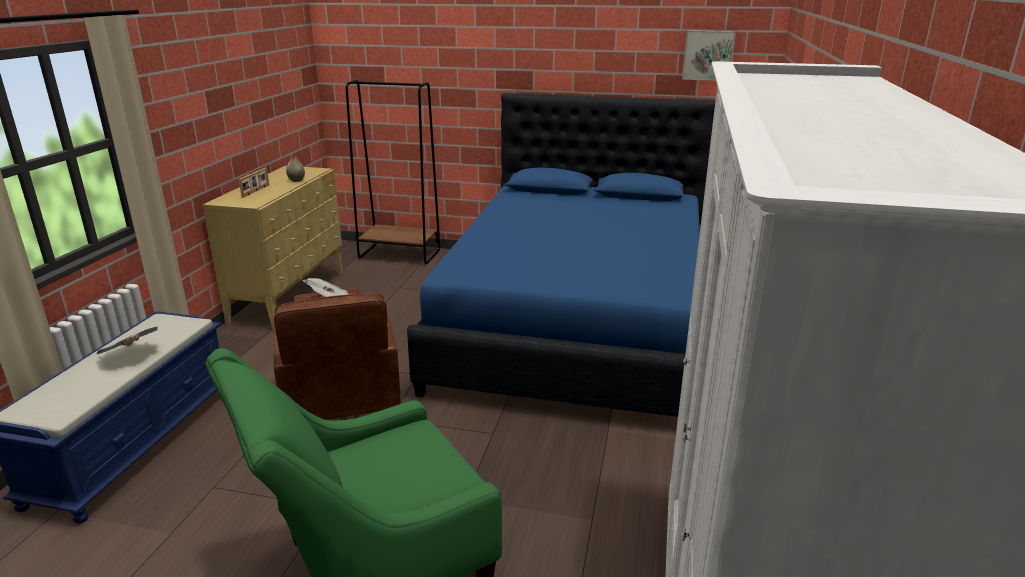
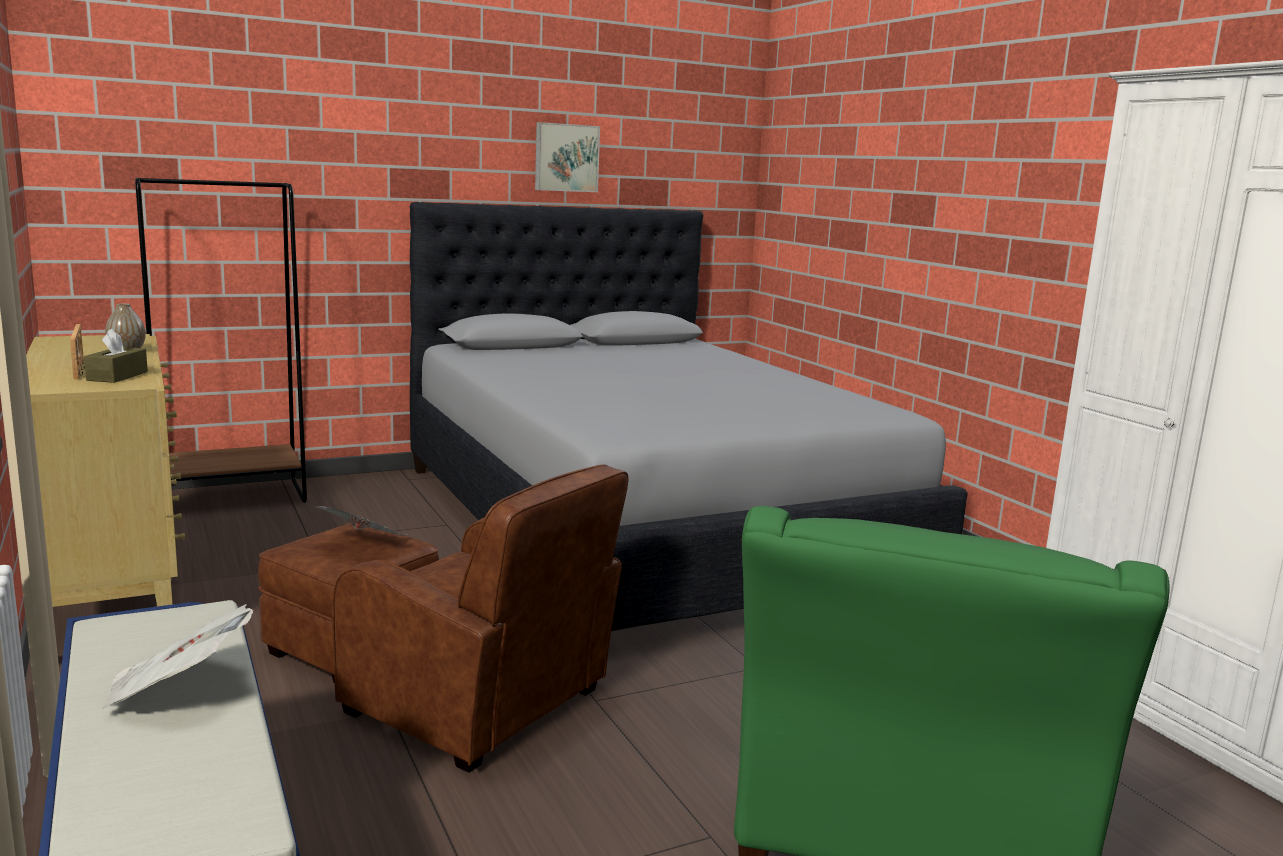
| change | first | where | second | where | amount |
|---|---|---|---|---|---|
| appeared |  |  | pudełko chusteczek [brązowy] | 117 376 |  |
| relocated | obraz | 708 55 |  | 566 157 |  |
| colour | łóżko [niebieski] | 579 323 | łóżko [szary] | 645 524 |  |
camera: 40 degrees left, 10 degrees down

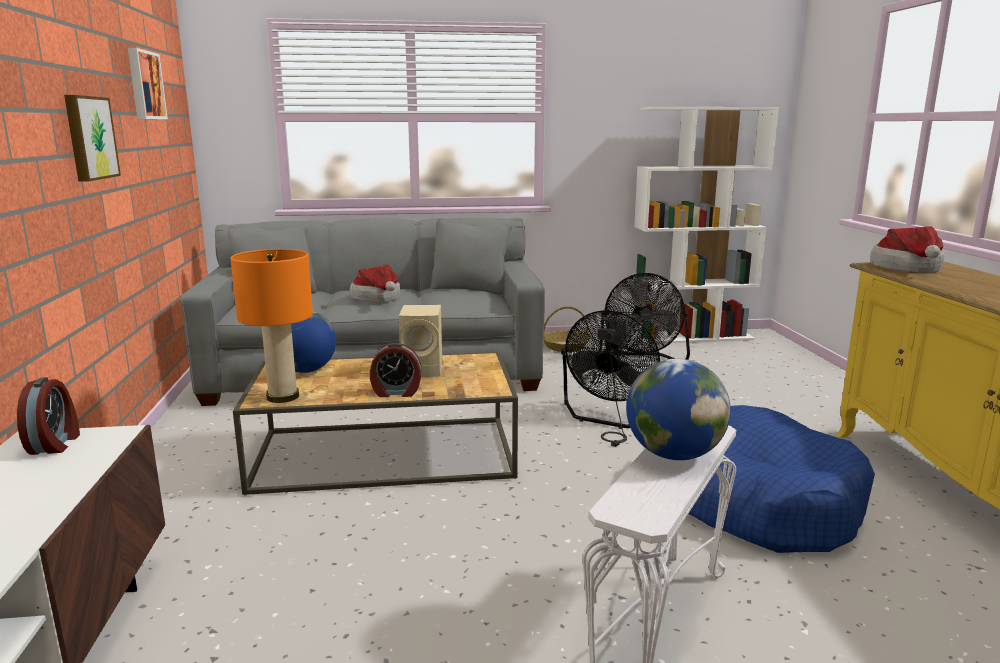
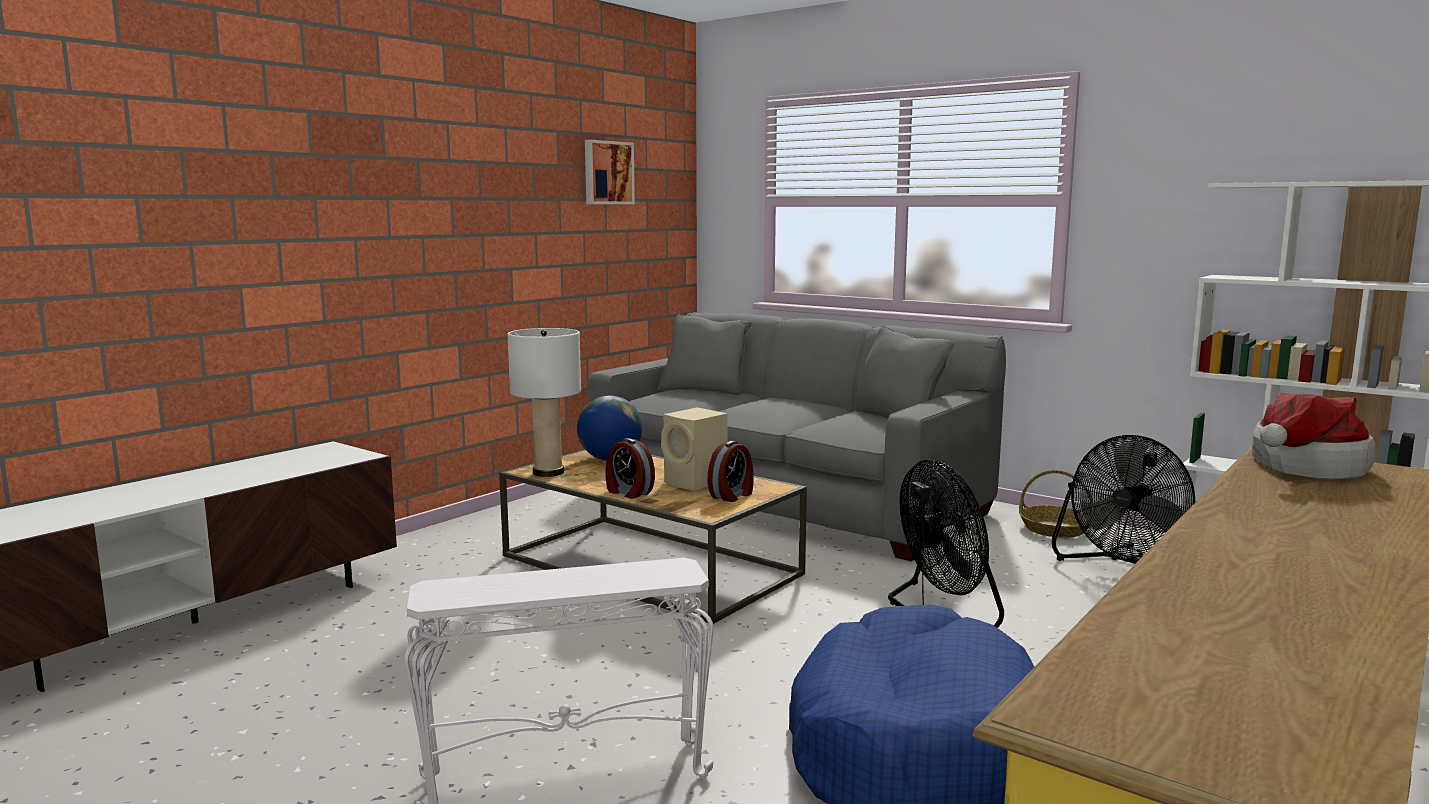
| change | first | where | second | where | amount |
|---|---|---|---|---|---|
| missing | obraz | 89 138 |  |  |  |
| missing | kapelusz | 378 298 |  |  |  |
| missing | globus | 673 455 |  |  |  |
| relocated | budzik | 55 444 |  | 732 495 |  |
| colour | lampa stołowa [pomarańczowy] | 283 397 | lampa stołowa [biały] | 548 472 |  |
camera: 45 degrees right, 5 degrees down

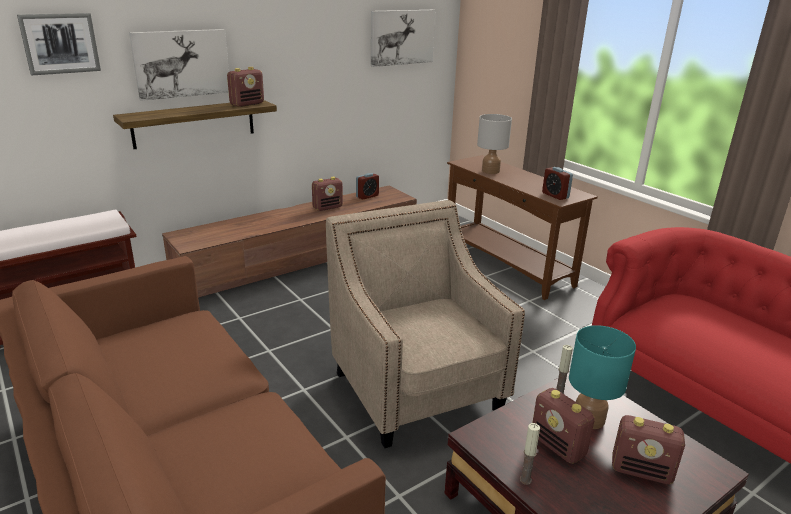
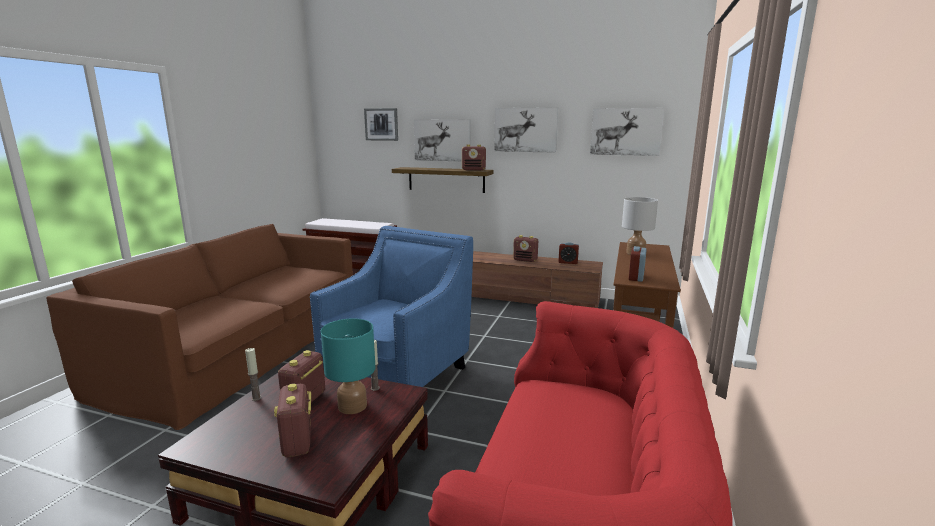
| change | first | where | second | where | amount |
|---|---|---|---|---|---|
| appeared |  |  | obraz | 525 130 |  |
| colour | fotel [beżowy] | 416 390 | fotel [niebieski] | 398 374 |  |
camera: 55 degrees right, 10 degrees down

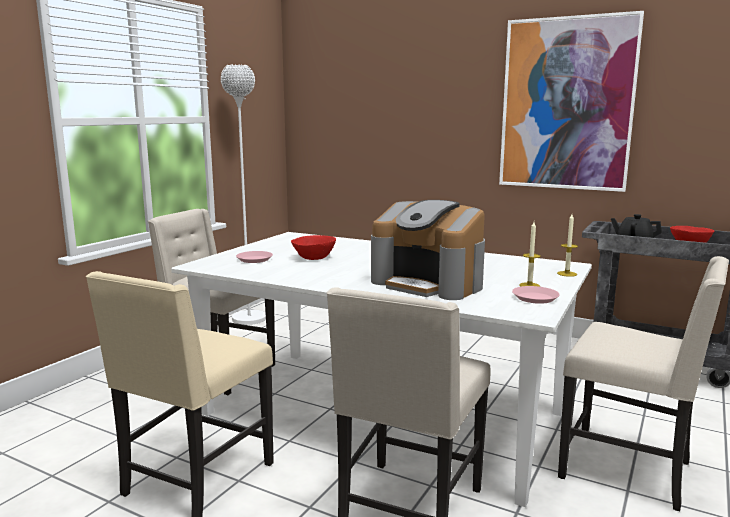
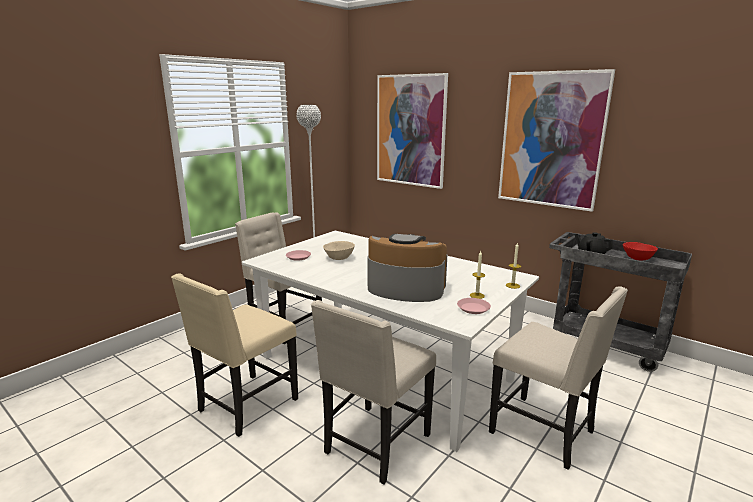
| change | first | where | second | where | amount |
|---|---|---|---|---|---|
| appeared |  |  | obraz | 410 130 |  |
| colour | miska [czerwony] | 313 258 | miska [beżowy] | 339 258 |  |
| spun | ekspres do kawy | 429 283 |  | 405 288 | 150 degrees clockwise |
camera: 10 degrees right, 5 degrees up

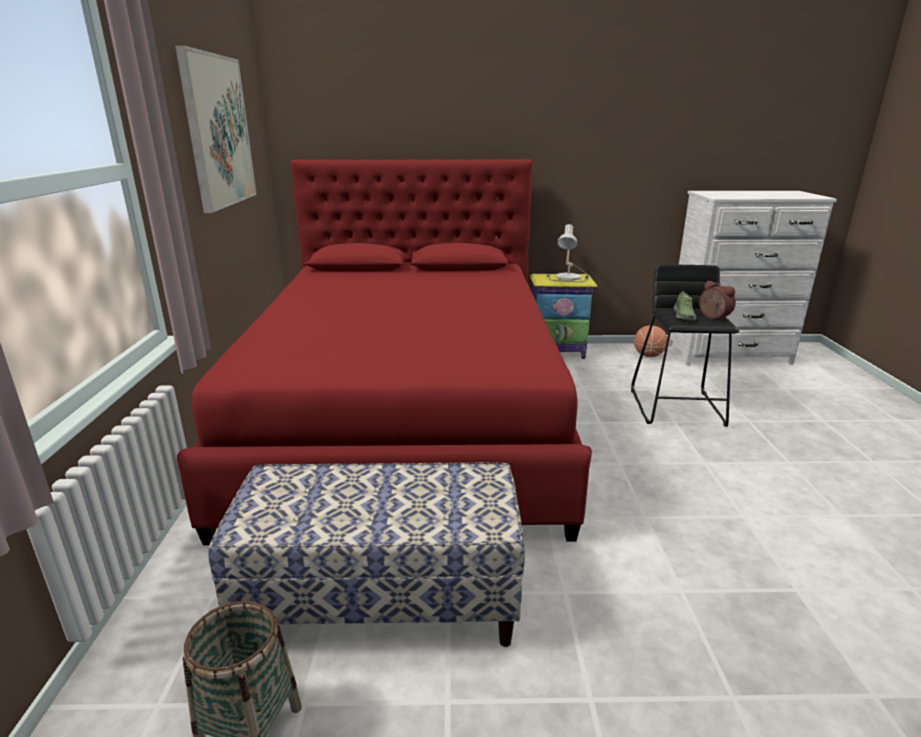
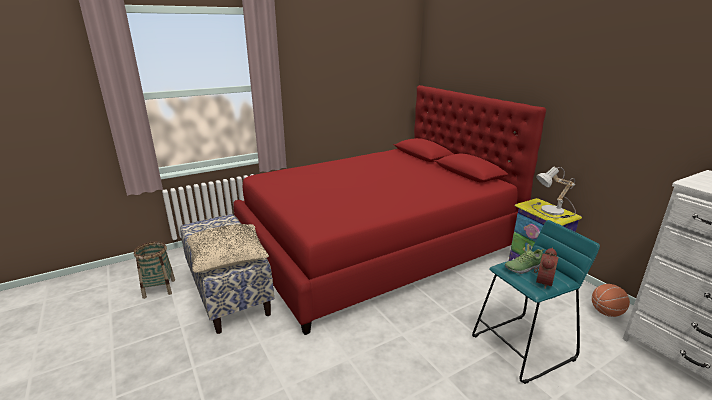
| change | first | where | second | where | amount |
|---|---|---|---|---|---|
| missing | obraz | 218 131 |  |  |  |
| appeared |  |  | poduszka [beżowy] | 227 256 |  |
| colour | stołek [czarny] | 677 407 | stołek [turkusowy] | 523 347 |  |
camera: 60 degrees right, 0 degrees up

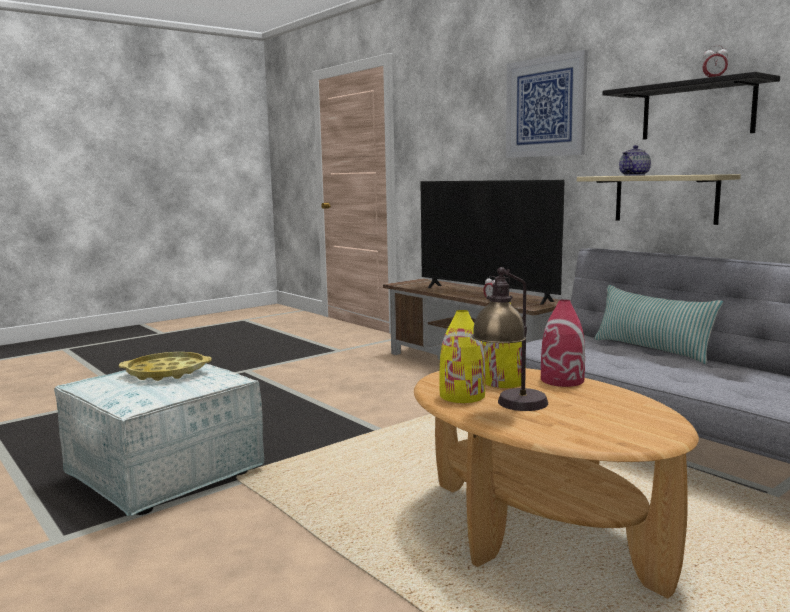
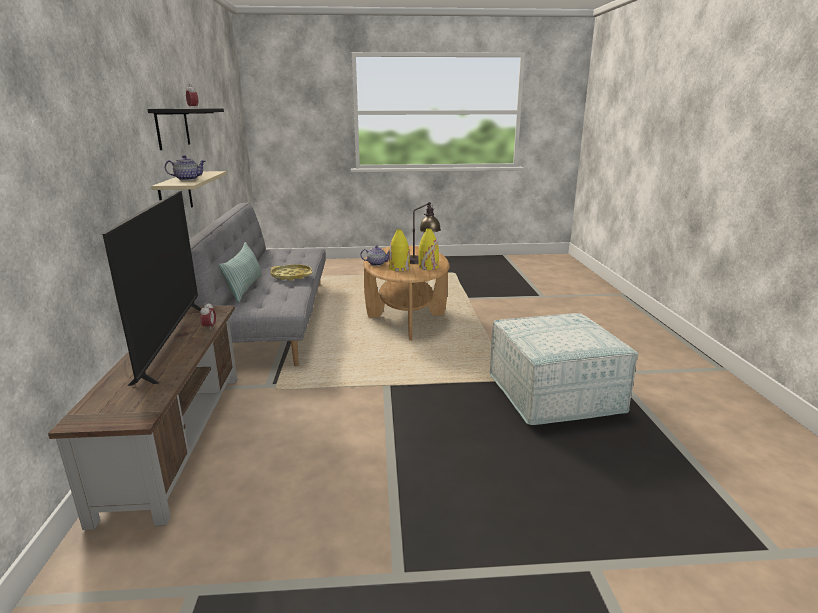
| change | first | where | second | where | amount |
|---|---|---|---|---|---|
| missing | obraz | 545 107 |  |  |  |
| relocated | taca [żółty] | 166 372 |  | 291 276 |  |
| exchanged | wazon [czerwony] | 562 380 | imbryk | 377 264 |  |
camera: 145 degrees left, 10 degrees up

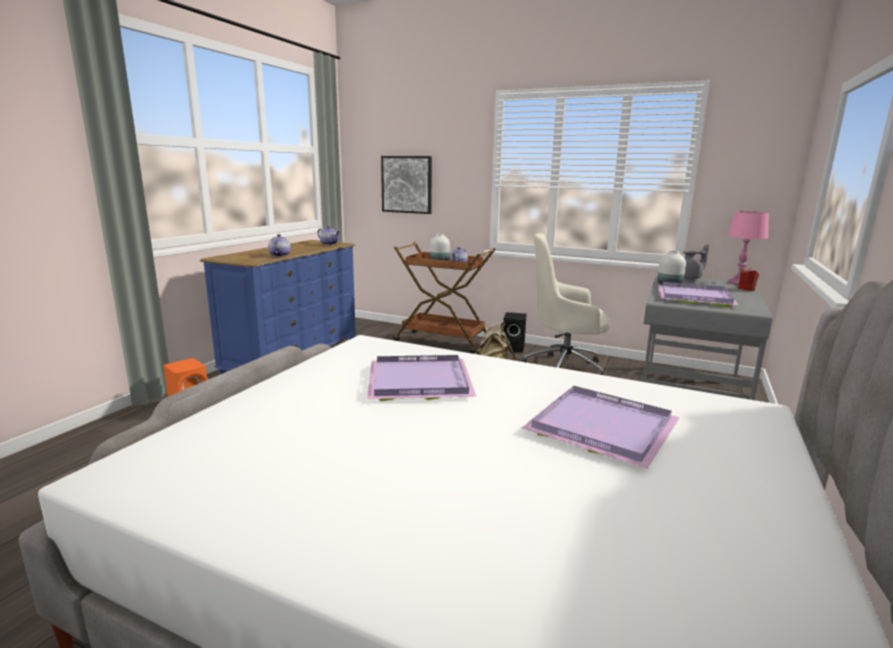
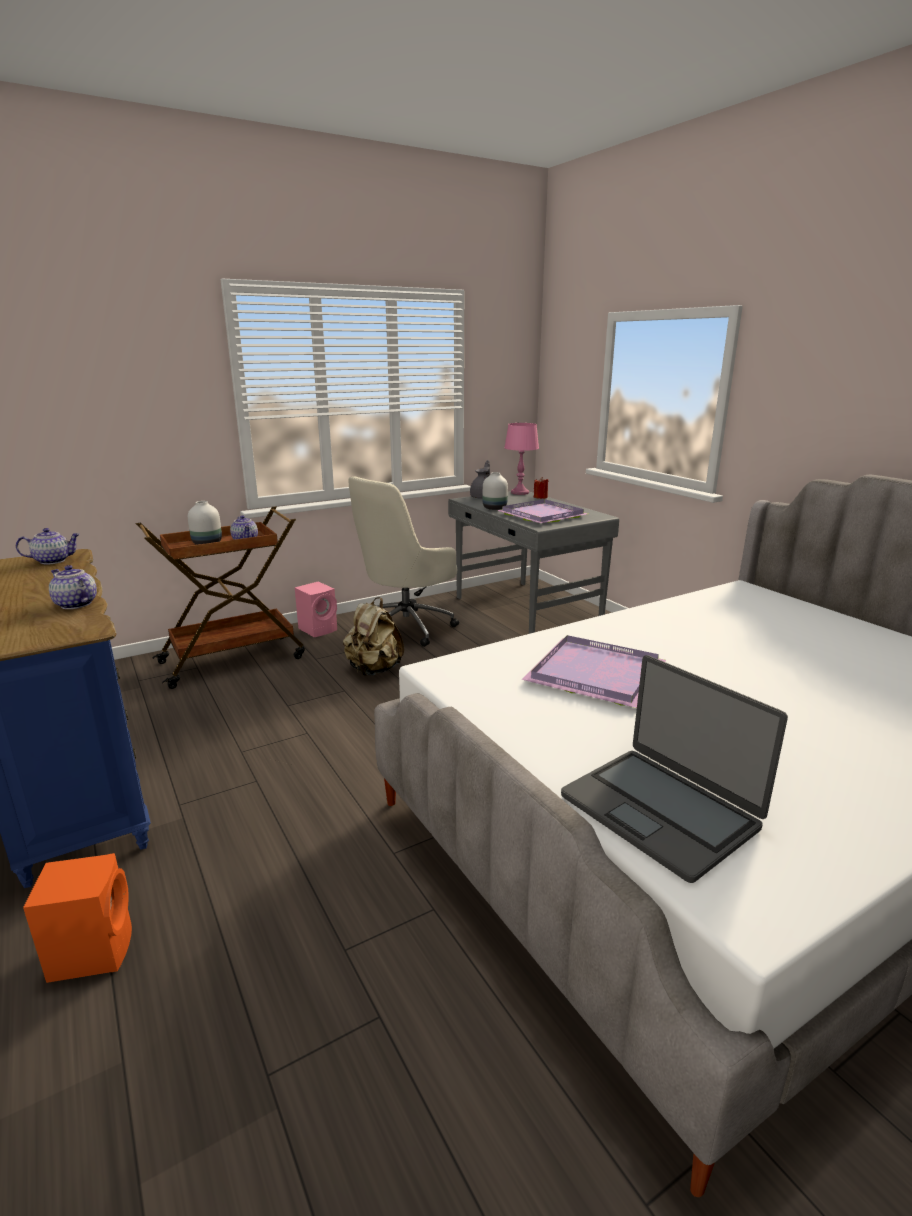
| change | first | where | second | where | amount |
|---|---|---|---|---|---|
| missing | obraz | 407 184 |  |  |  |
| missing | taca [fioletowy] | 598 428 |  |  |  |
| appeared |  |  | laptop | 660 811 |  |
| colour | głośnik [czarny] | 514 348 | głośnik [różowy] | 319 629 |  |
camera: 55 degrees left, 5 degrees up

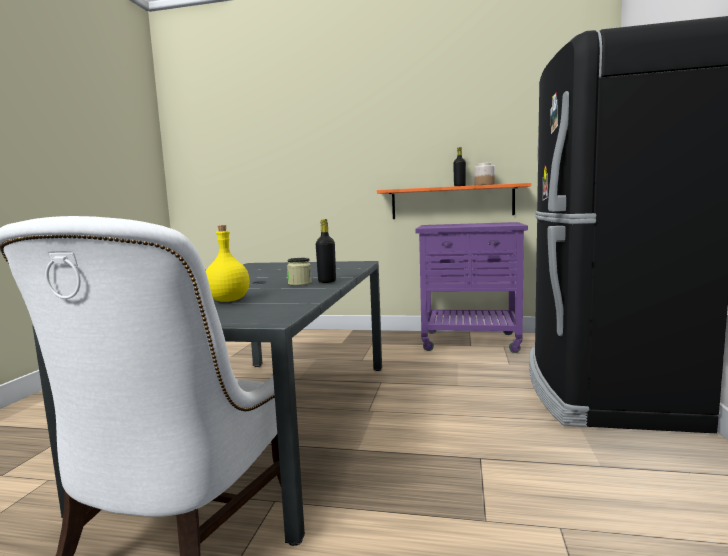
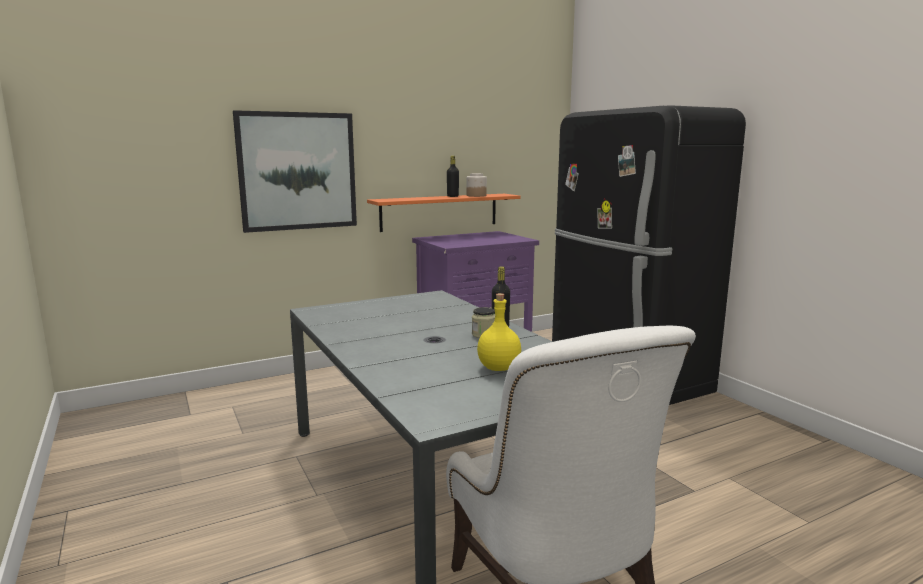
| change | first | where | second | where | amount |
|---|---|---|---|---|---|
| appeared |  |  | obraz | 297 171 |  |
camera: 40 degrees left, 5 degrees up

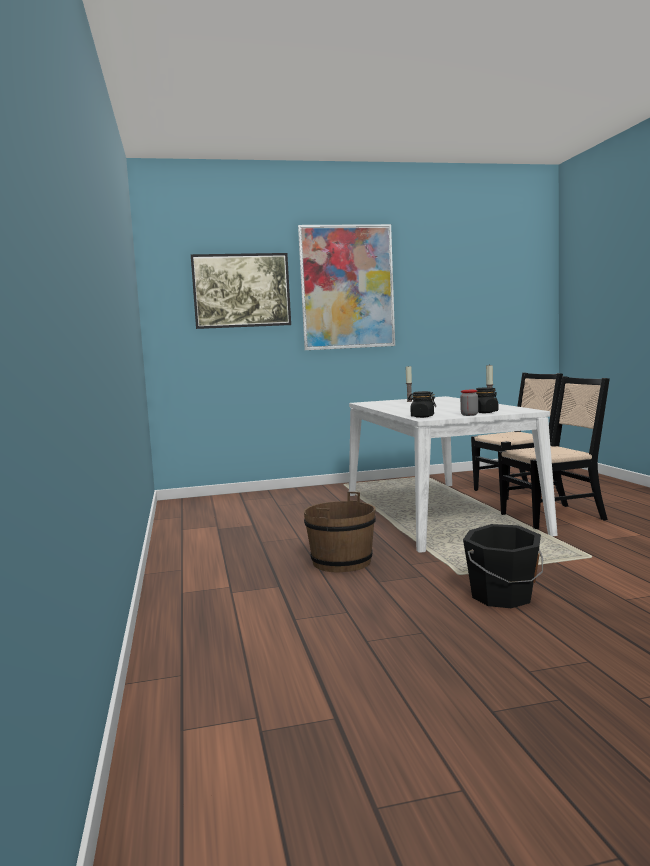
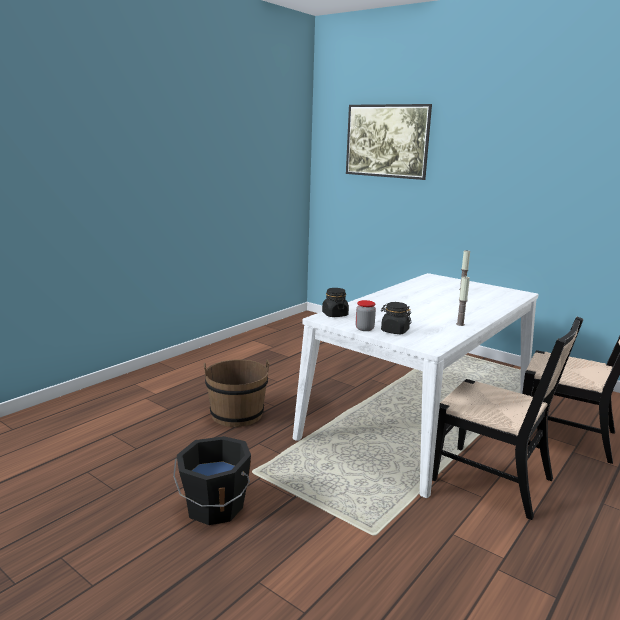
| change | first | where | second | where | amount |
|---|---|---|---|---|---|
| missing | obraz | 347 287 |  |  |  |
camera: 50 degrees right, 10 degrees up

